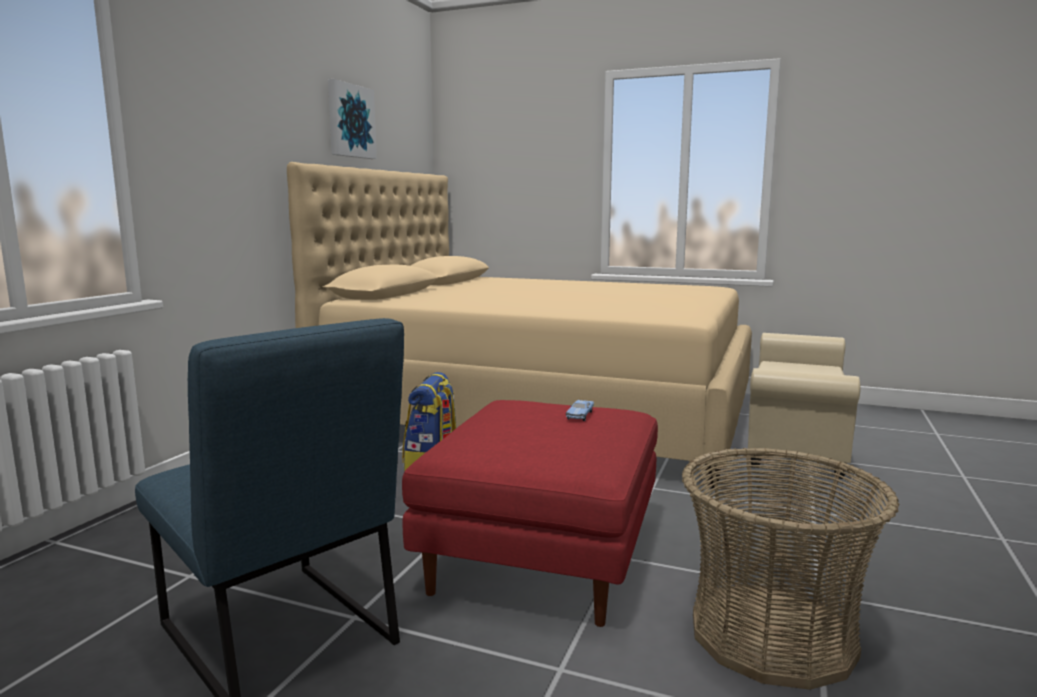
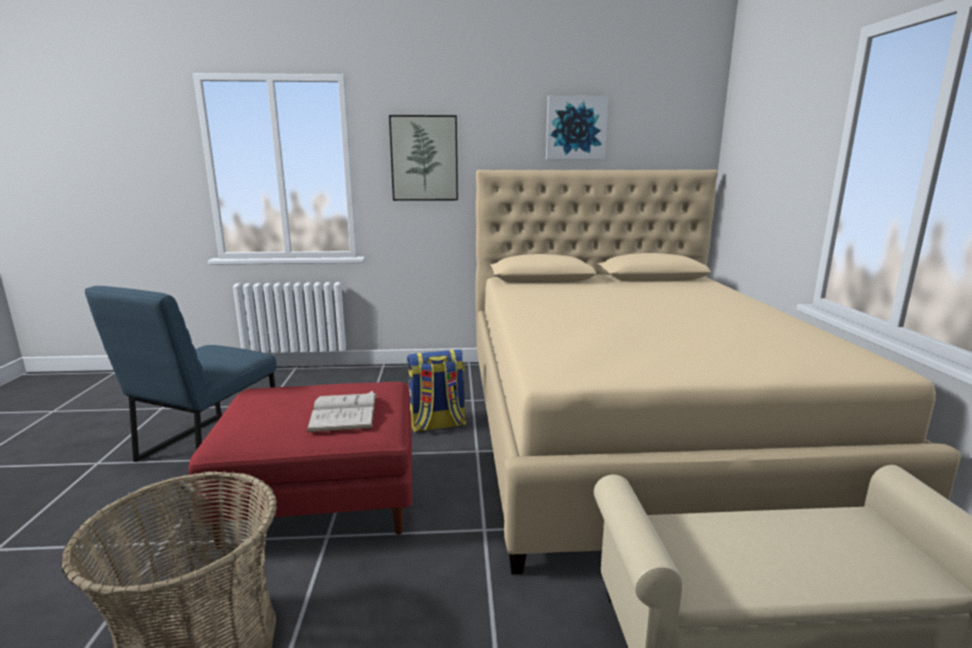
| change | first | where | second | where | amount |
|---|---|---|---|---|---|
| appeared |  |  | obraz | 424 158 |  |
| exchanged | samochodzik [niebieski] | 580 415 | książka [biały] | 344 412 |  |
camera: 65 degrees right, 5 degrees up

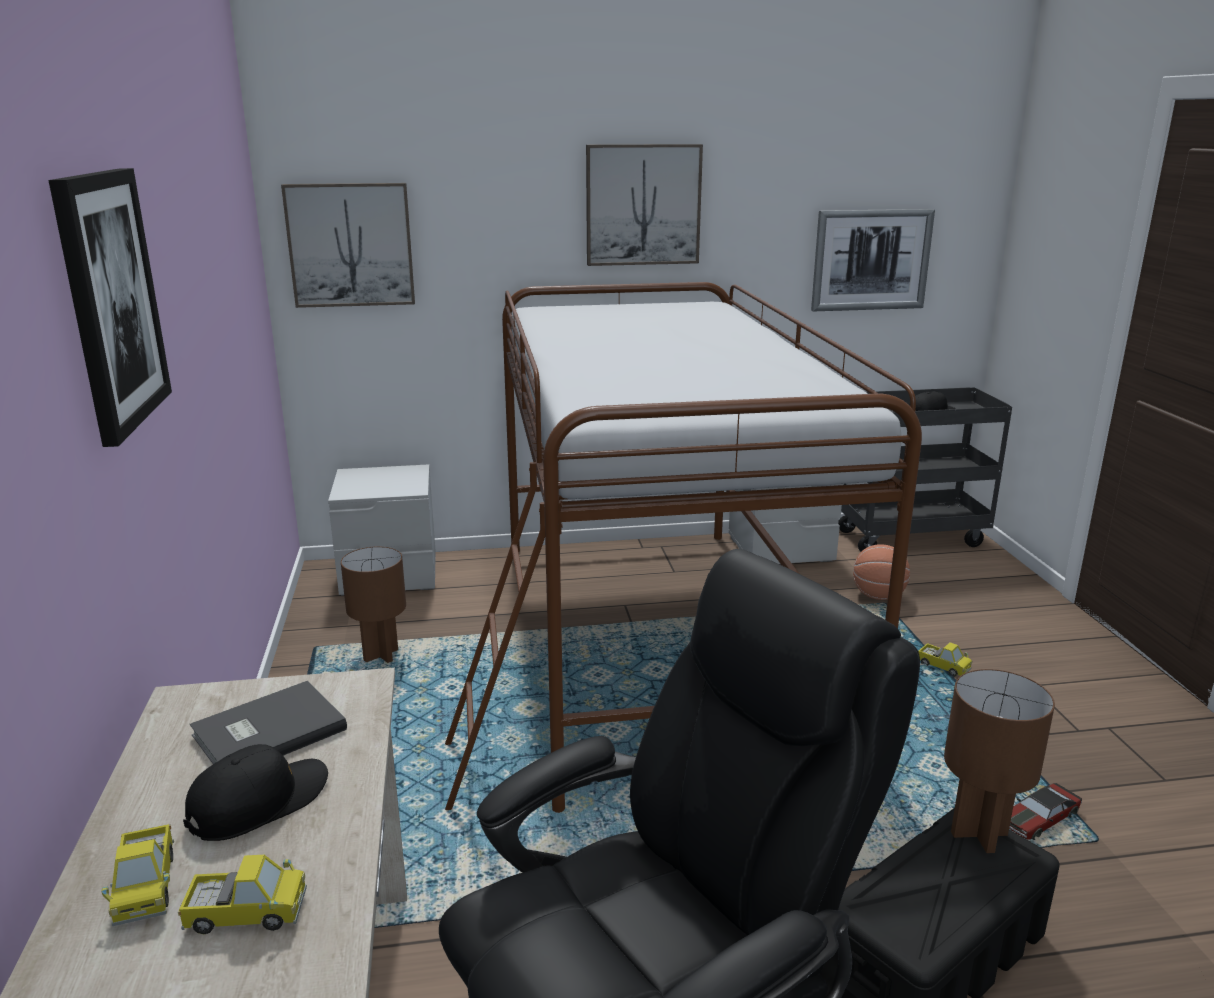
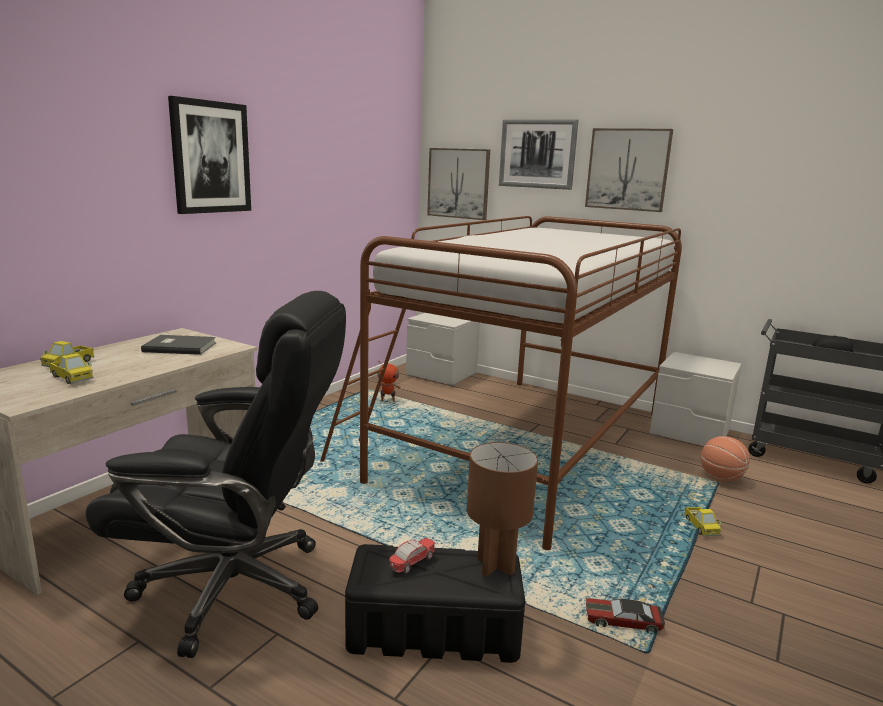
| change | first | where | second | where | amount |
|---|---|---|---|---|---|
| missing | czapka z daszkiem [czarny] | 259 802 |  |  |  |
| appeared |  |  | samochodzik | 412 563 |  |
| relocated | obraz | 871 260 |  | 537 154 |  |
| exchanged | lampa stołowa [brązowy] | 381 656 | robot zabawkowy | 387 401 |  |
camera: 40 degrees right, 5 degrees down

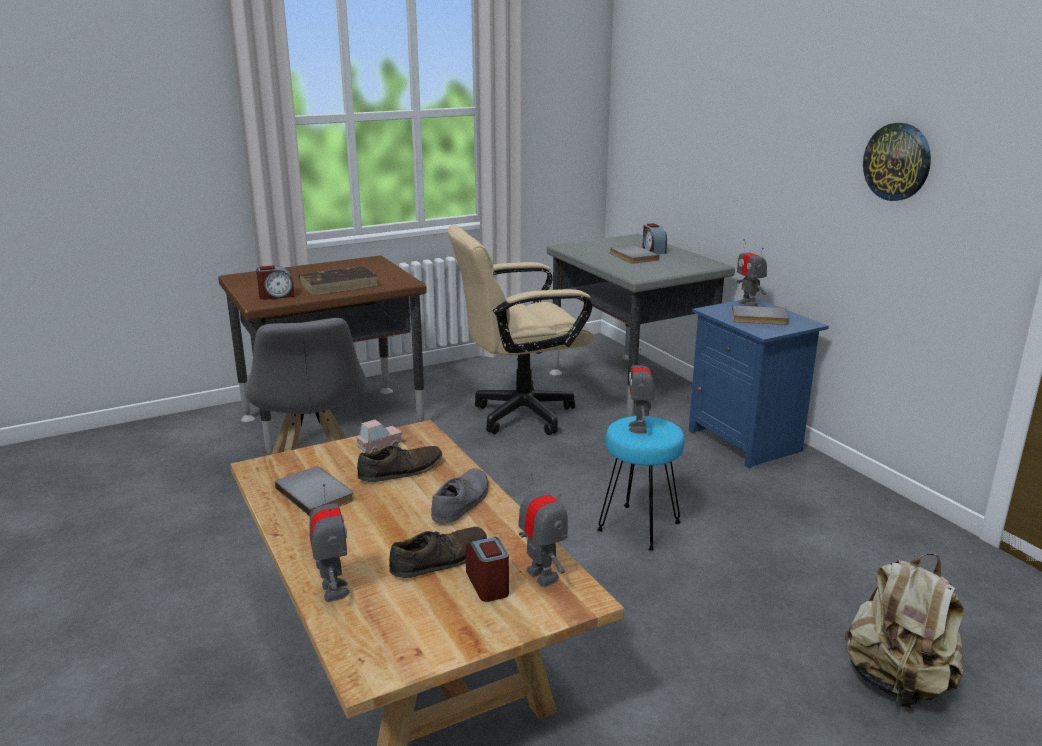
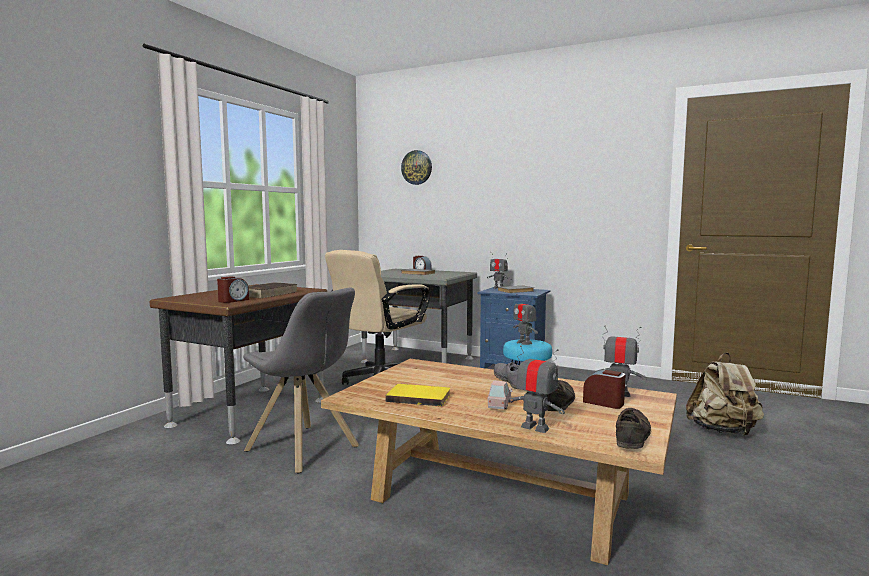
| change | first | where | second | where | amount |
|---|---|---|---|---|---|
| relocated | samochodzik [różowy] | 380 446 |  | 499 405 |  |
| relocated | but [brązowy] | 401 470 |  | 631 435 |  |
| relocated | zegar ścienny | 897 162 |  | 416 167 |  |
| colour | książka [szary] | 317 493 | książka [żółty] | 419 397 |  |
camera: 35 degrees left, 15 degrees down

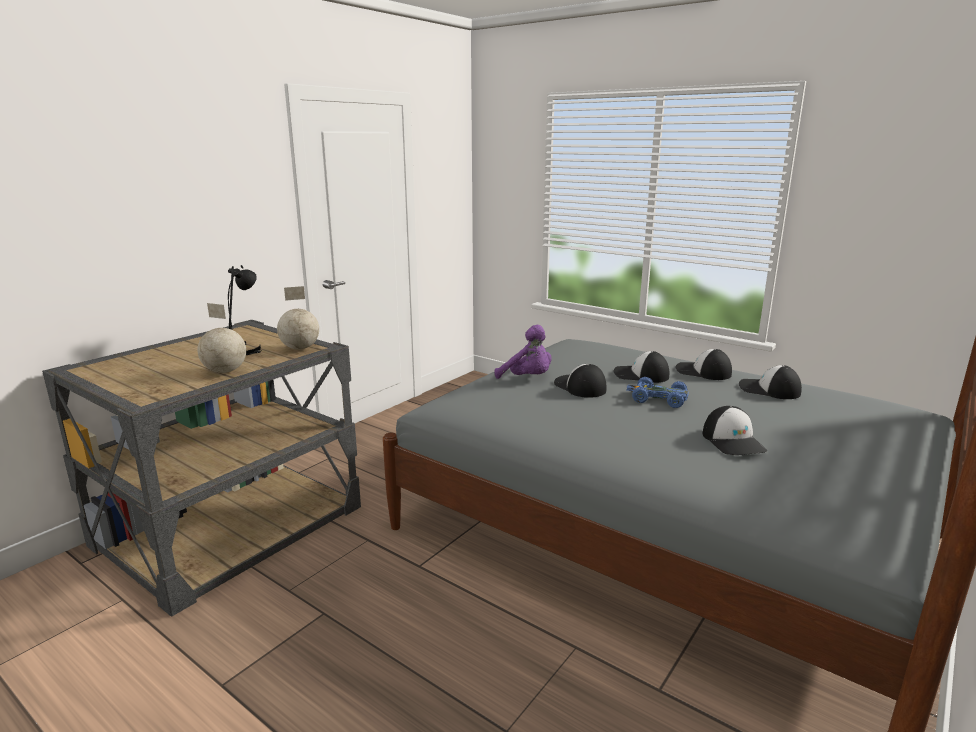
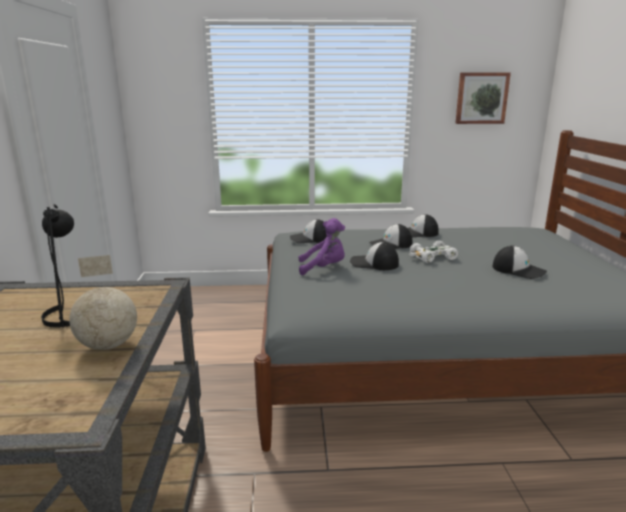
| change | first | where | second | where | amount |
|---|---|---|---|---|---|
| missing | globus | 299 348 |  |  |  |
| appeared |  |  | obraz | 481 98 |  |
| relocated | czapka z daszkiem | 768 390 |  | 310 239 |  |
| colour | samochodzik [niebieski] | 658 399 | samochodzik [biały] | 432 257 |  |
camera: 40 degrees left, 0 degrees up

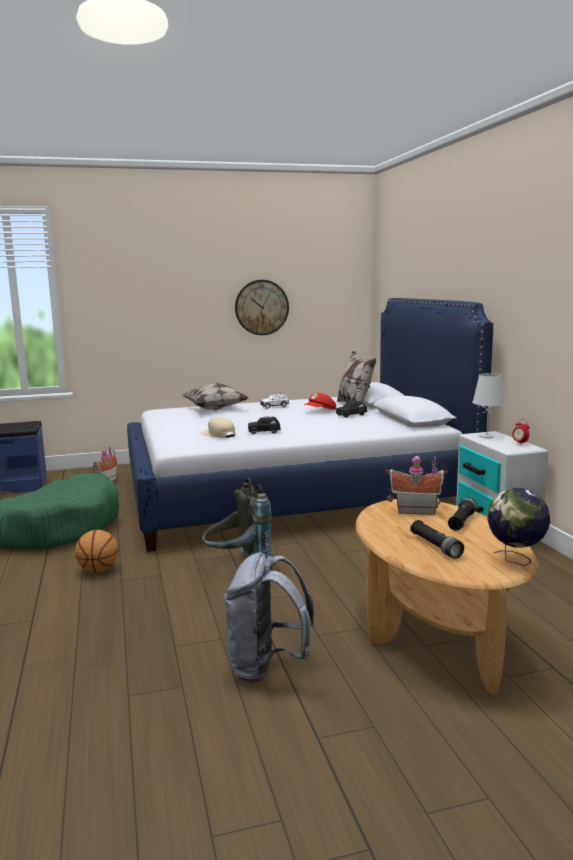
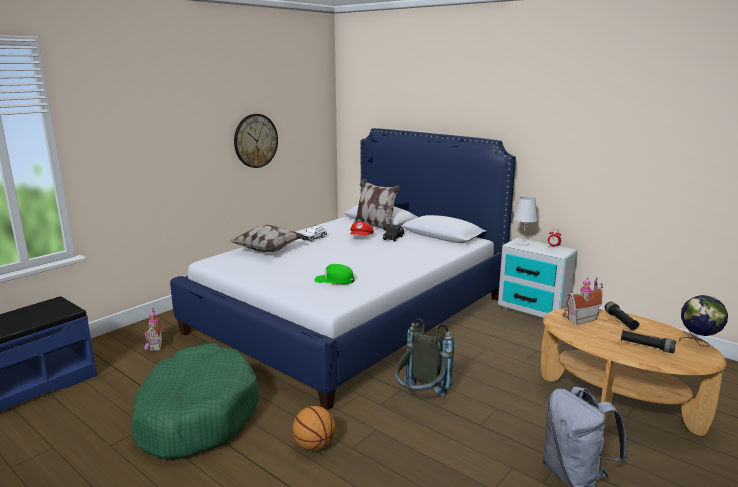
| change | first | where | second | where | amount |
|---|---|---|---|---|---|
| missing | samochodzik [czarny] | 264 432 |  |  |  |
| colour | czapka z daszkiem [beżowy] | 218 434 | czapka z daszkiem [zielony] | 334 280 |  |
camera: 35 degrees left, 5 degrees up

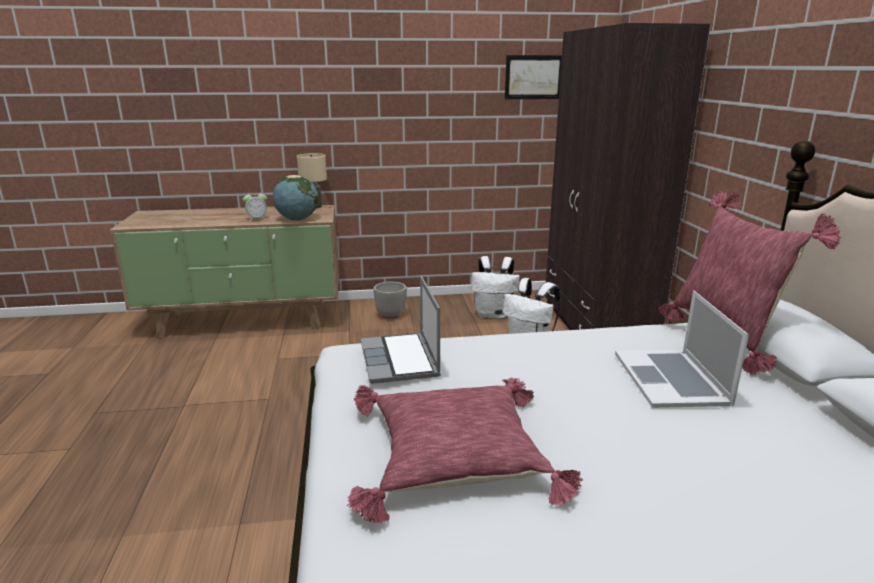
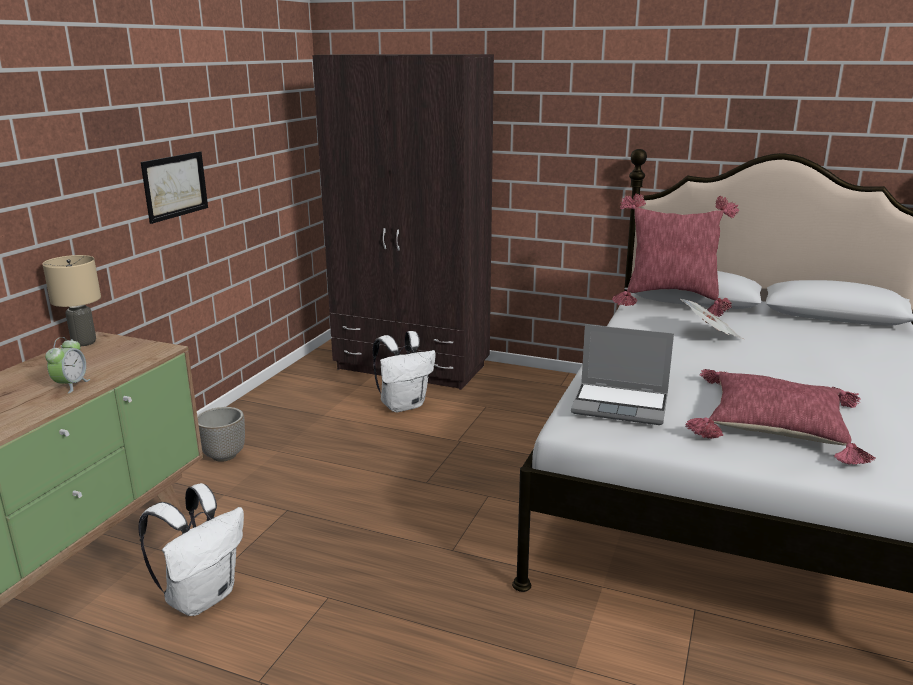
| change | first | where | second | where | amount |
|---|---|---|---|---|---|
| missing | globus | 297 219 |  |  |  |
| relocated | plecak [biały] | 493 314 |  | 202 596 |  |
| relocated | obraz | 534 77 |  | 175 186 |  |
| exchanged | laptop | 671 378 | gazeta | 709 335 |  |
camera: 60 degrees left, 0 degrees up

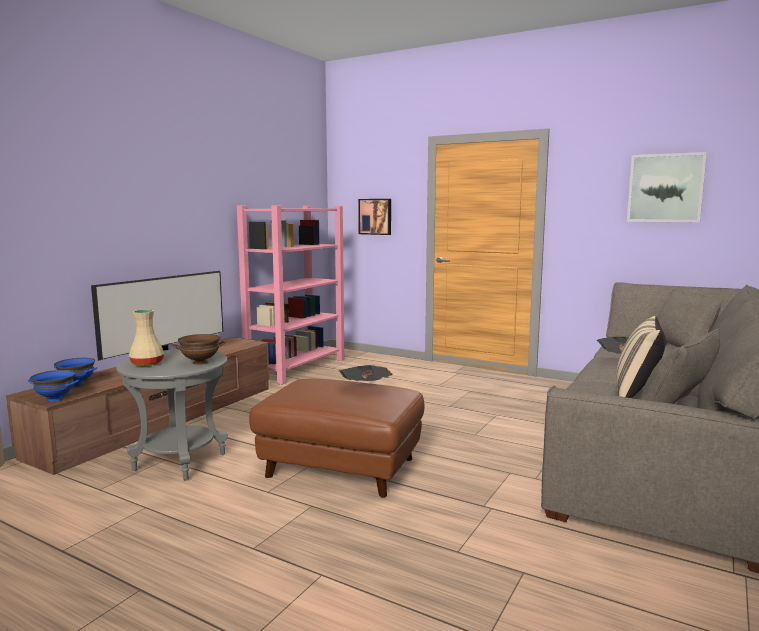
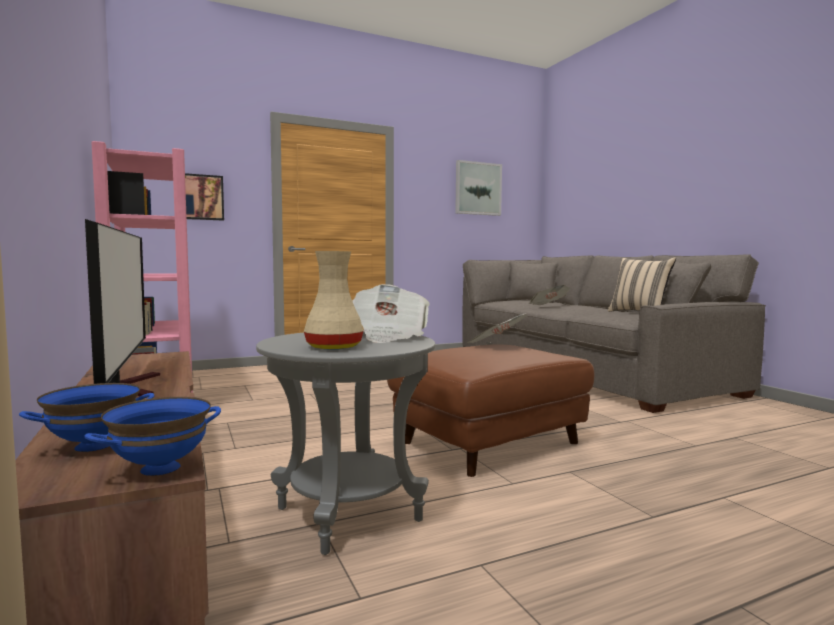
| change | first | where | second | where | amount |
|---|---|---|---|---|---|
| exchanged | miska [brązowy] | 200 363 | gazeta | 388 336 |  |
camera: 55 degrees left, 5 degrees down

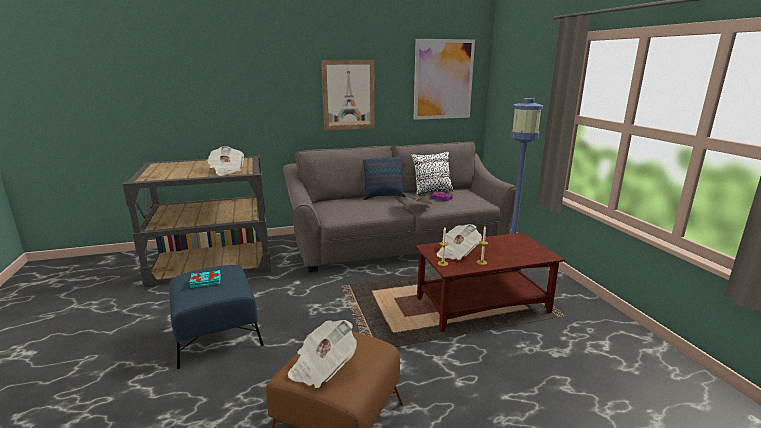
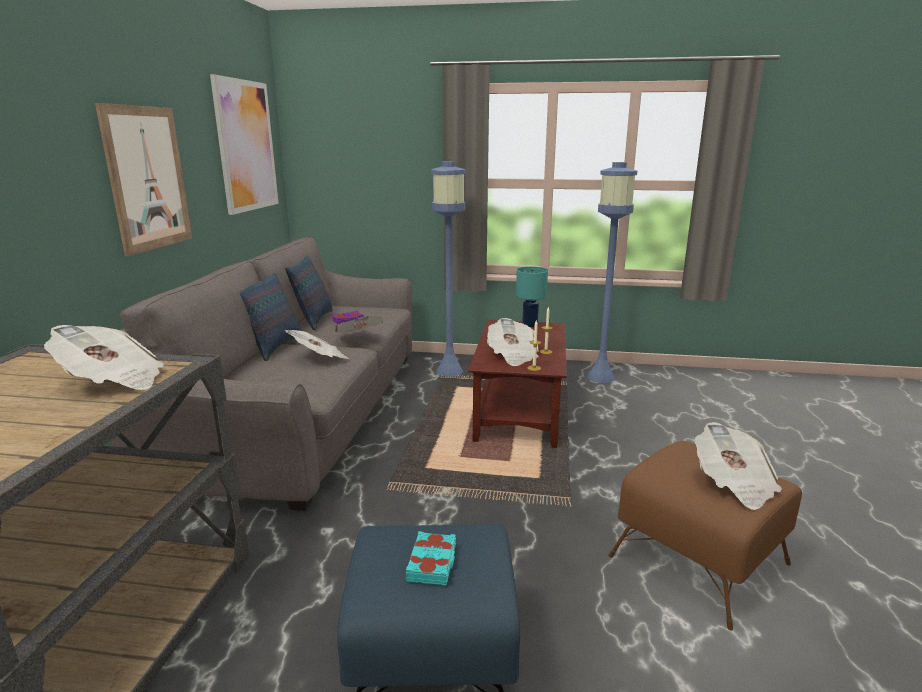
| change | first | where | second | where | amount |
|---|---|---|---|---|---|
| appeared |  |  | gazeta | 319 359 |  |
| appeared |  |  | lampa stołowa [turkusowy] | 529 325 |  |
| appeared |  |  | lampa stojąca [niebieski] | 601 377 |  |
| colour | poduszka [biały] | 432 192 | poduszka [niebieski] | 314 320 |  |
camera: 65 degrees left, 0 degrees up

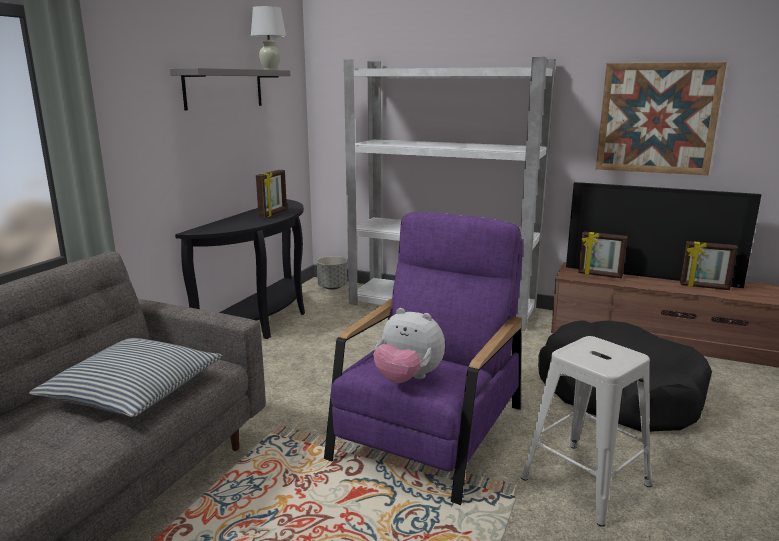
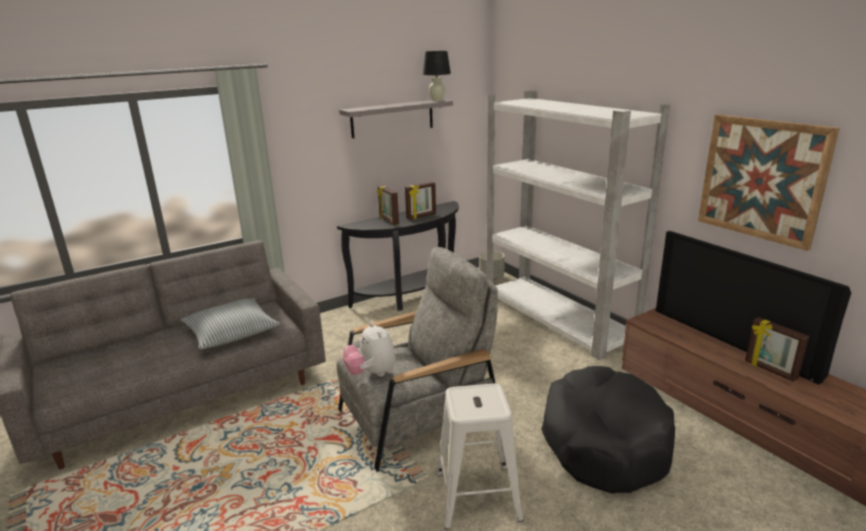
| change | first | where | second | where | amount |
|---|---|---|---|---|---|
| relocated | ramka na zdjęcie | 600 275 |  | 388 221 |  |
| colour | lampa stołowa [biały] | 270 69 | lampa stołowa [czarny] | 437 100 |  |
| colour | fotel [fioletowy] | 429 433 | fotel [szary] | 419 417 |  |
camera: 35 degrees right, 5 degrees up

